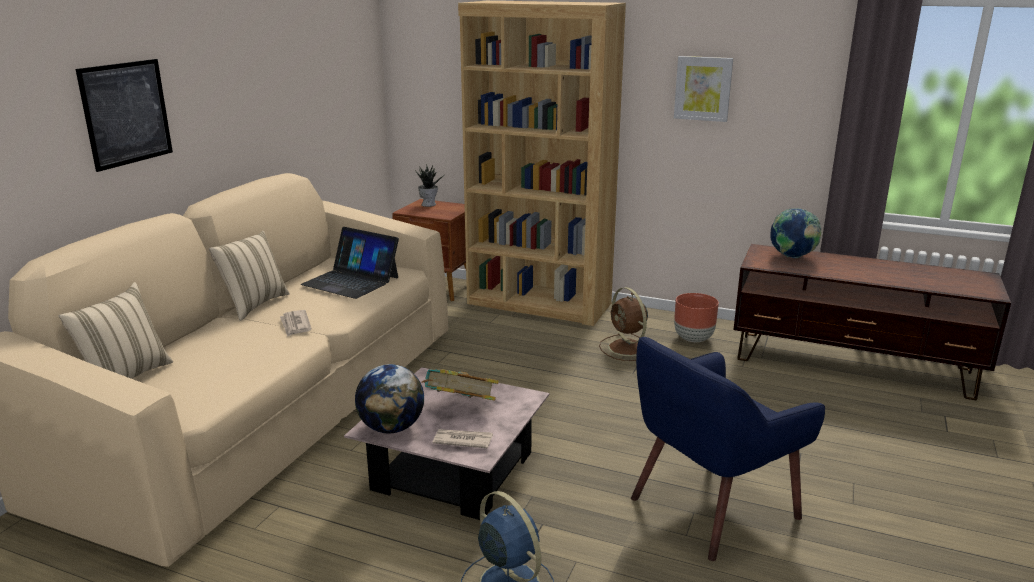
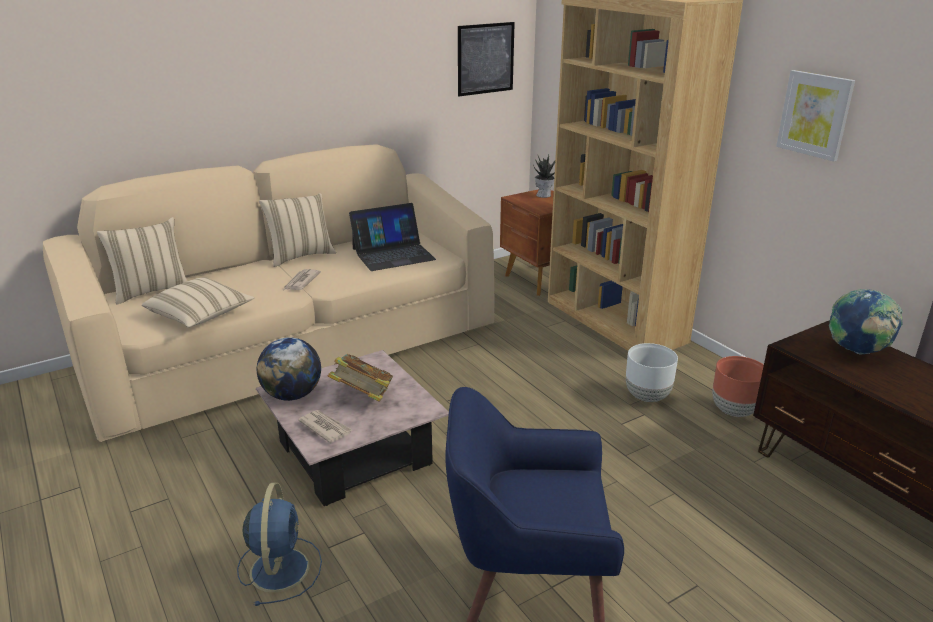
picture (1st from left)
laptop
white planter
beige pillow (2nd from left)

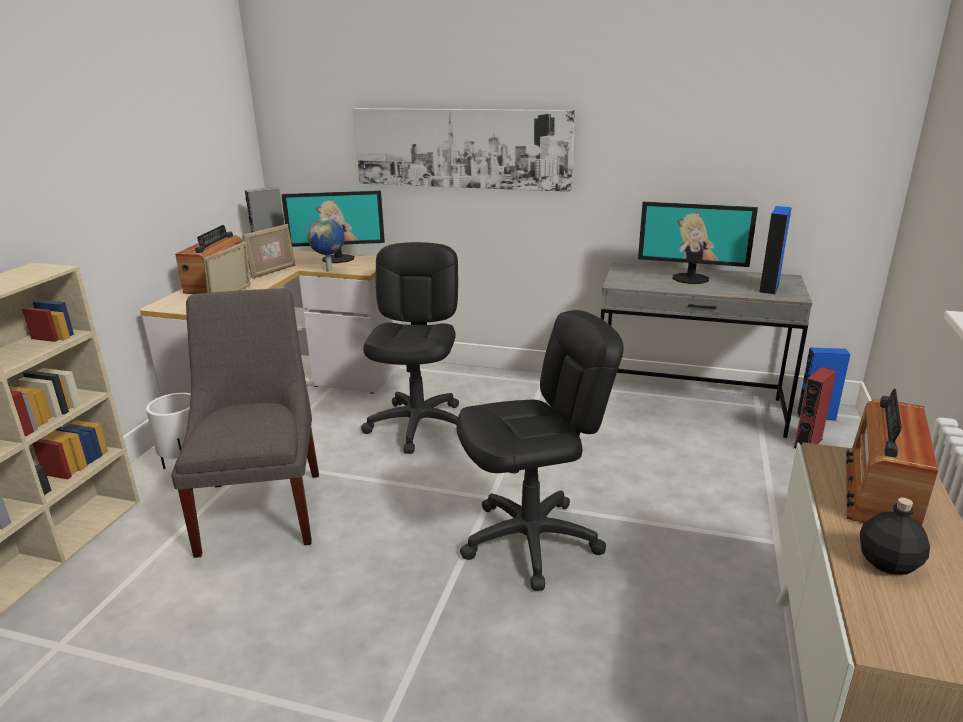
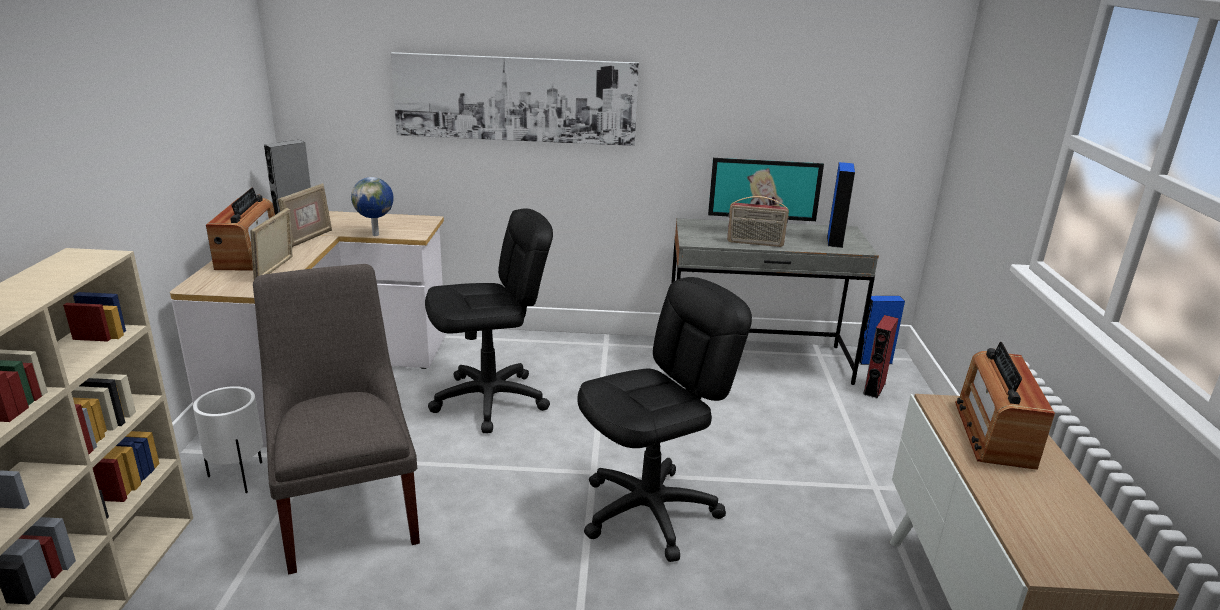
monitor (1st from left in the first image)
black office chair (1st from left)
black bottle
radio (2nd from left)

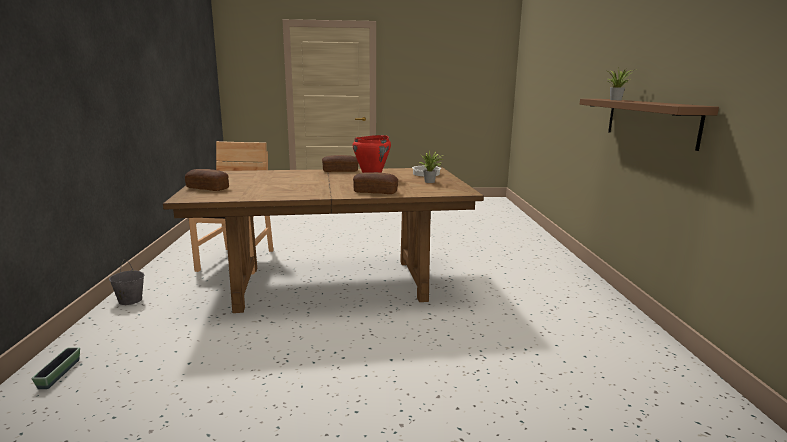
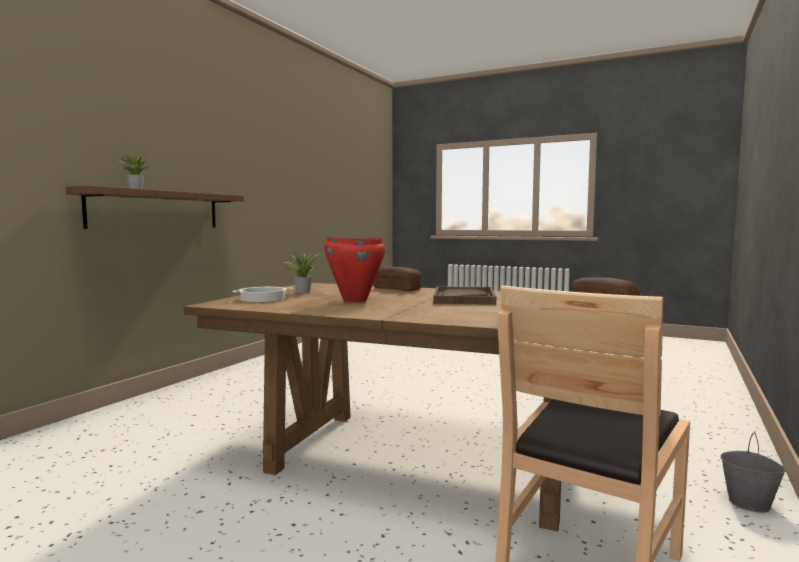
bread (2nd from left in the first image)
planter
brown tray

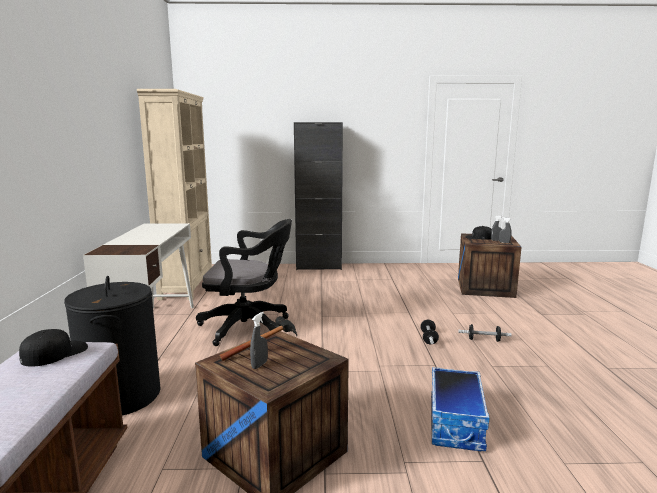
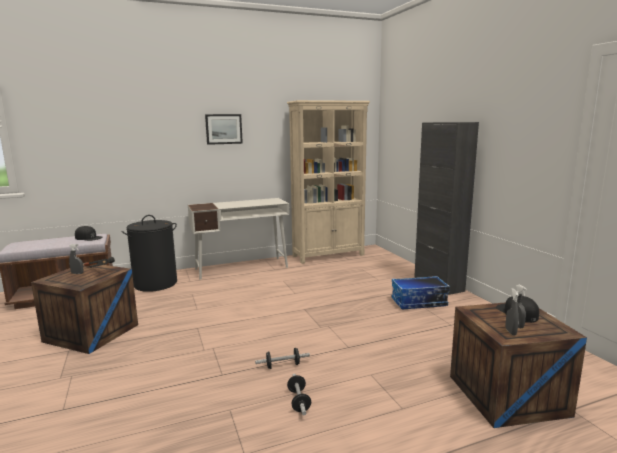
black office chair
storage box
picture

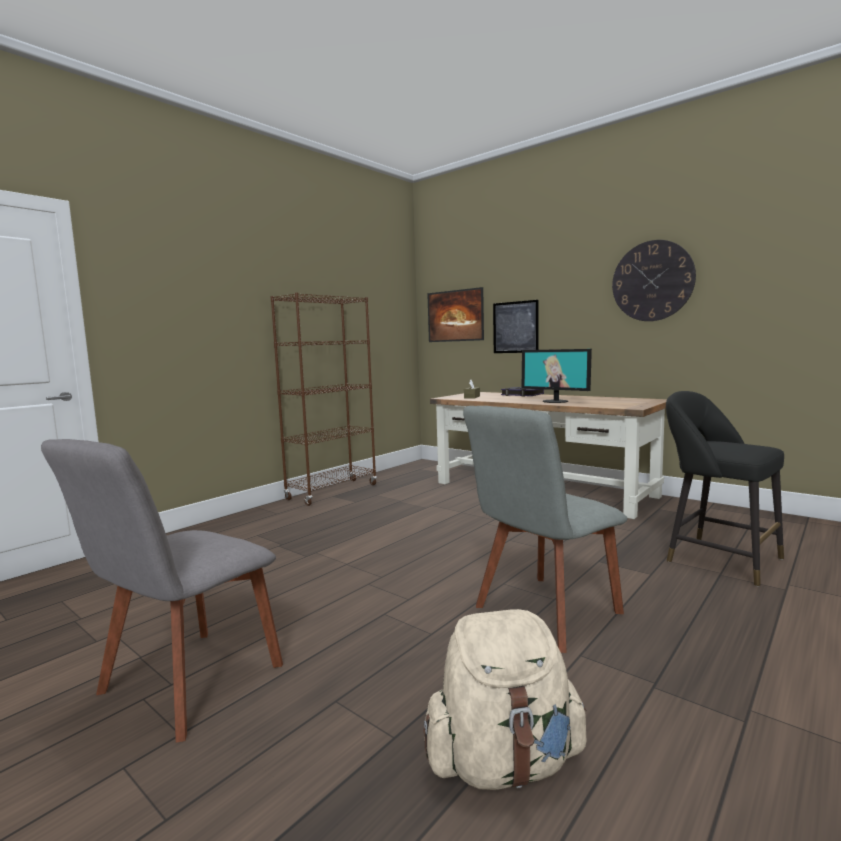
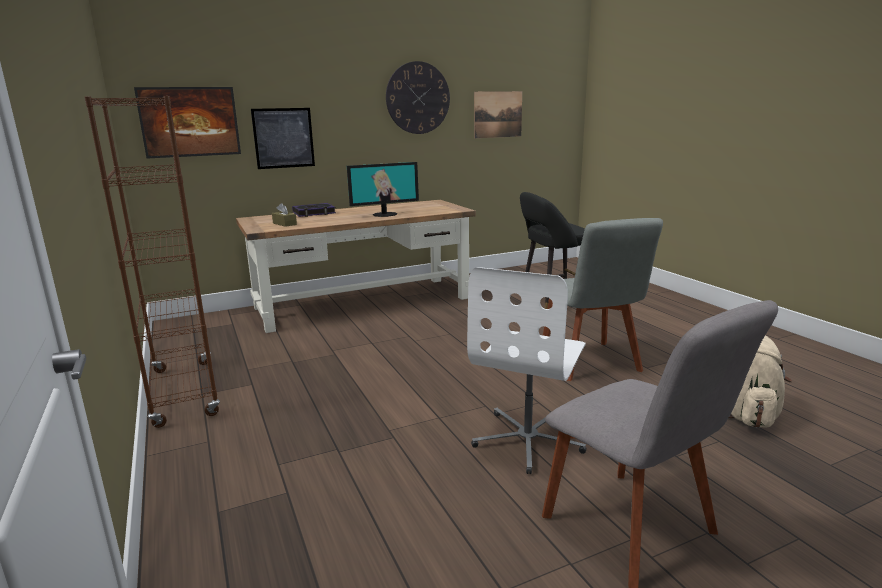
picture (3rd from left)
white office chair

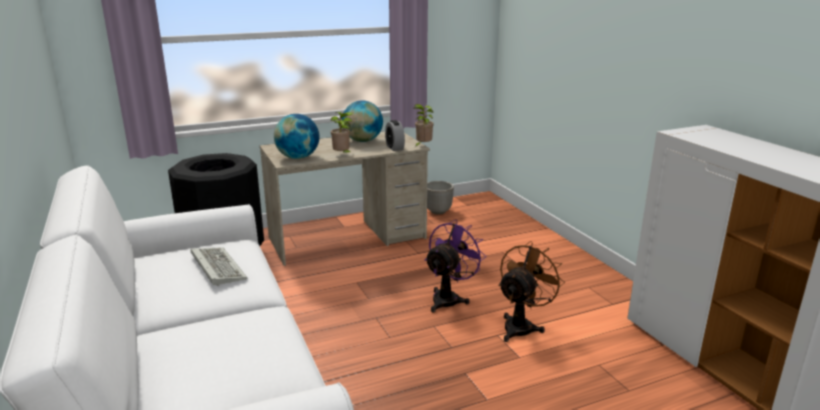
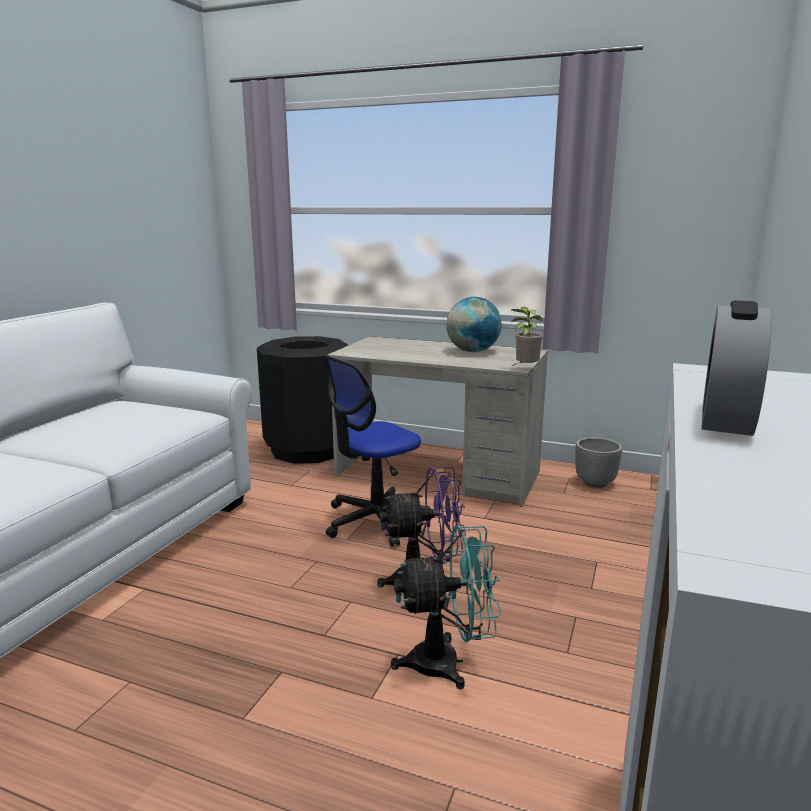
potted plant (1st from left in the first image)
globe (1st from left in the first image)
alarm clock
turquoise fan
keyboard
office chair

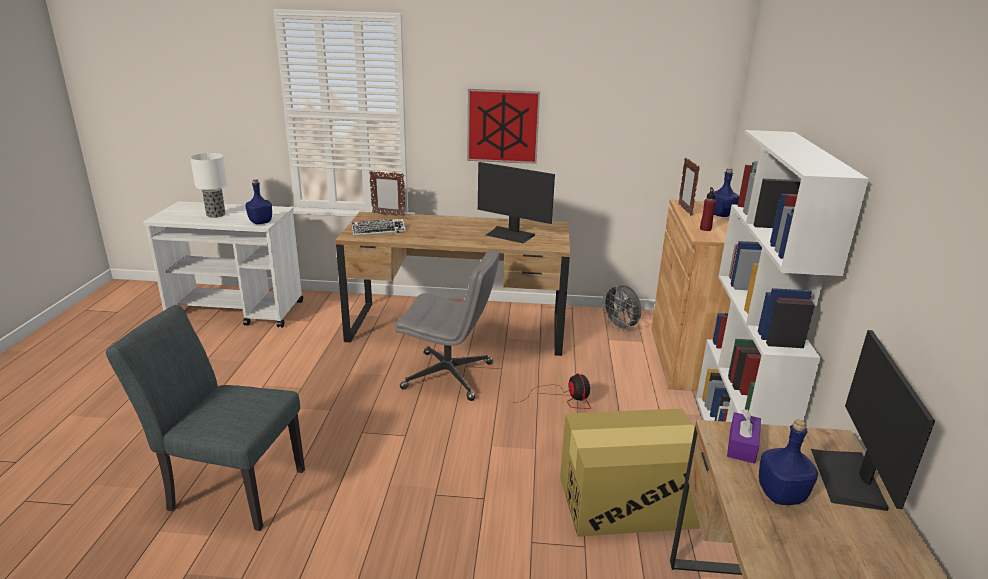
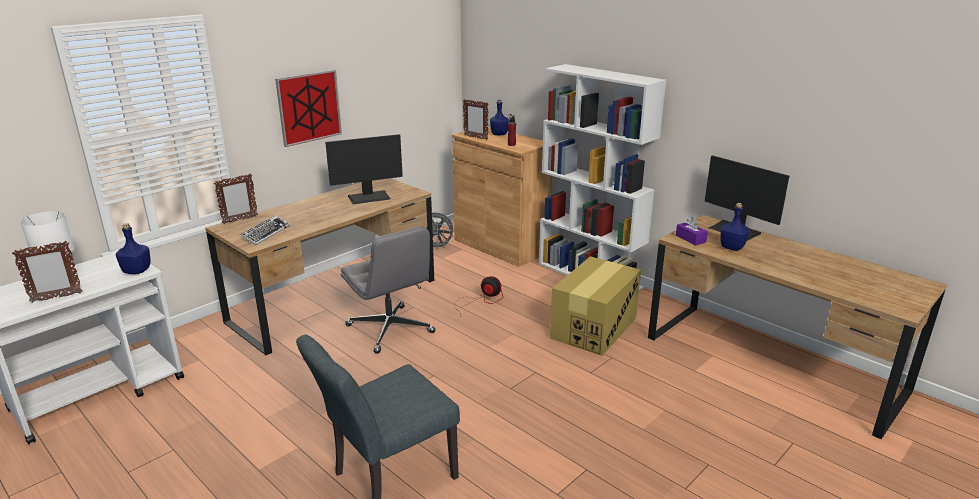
grey office chair
picture frame (1st from left)

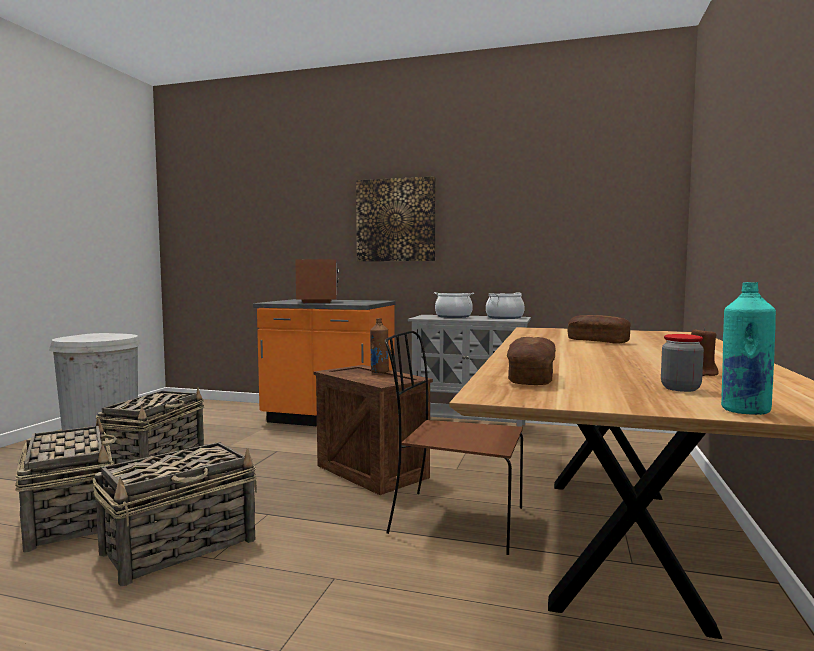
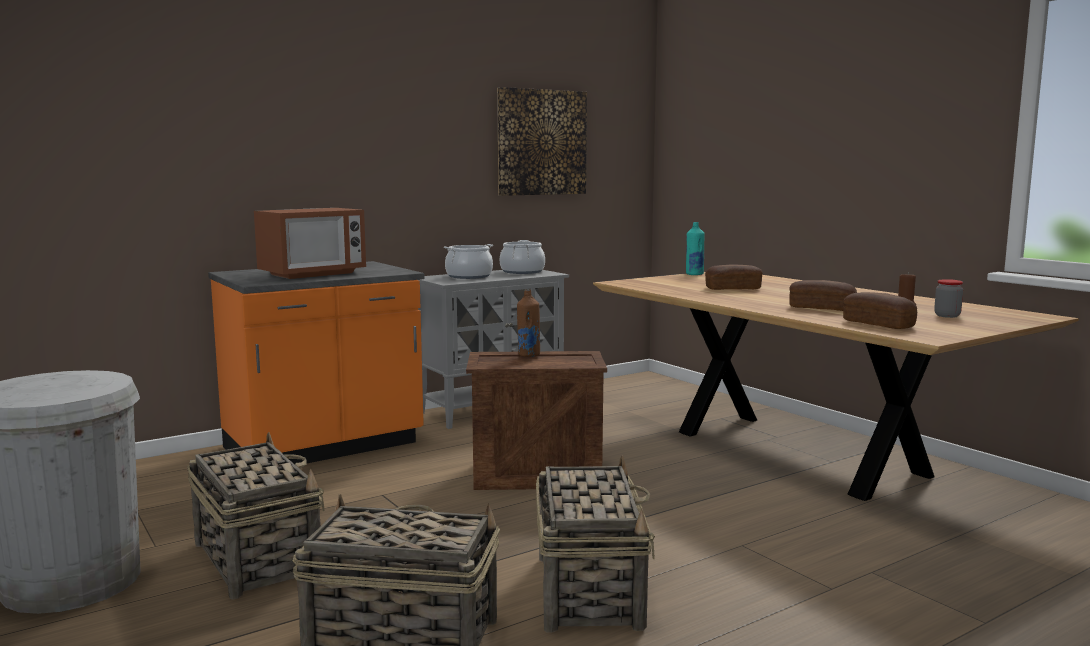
picture
microwave
turquoise bottle
brown chair
bread (2nd from left)

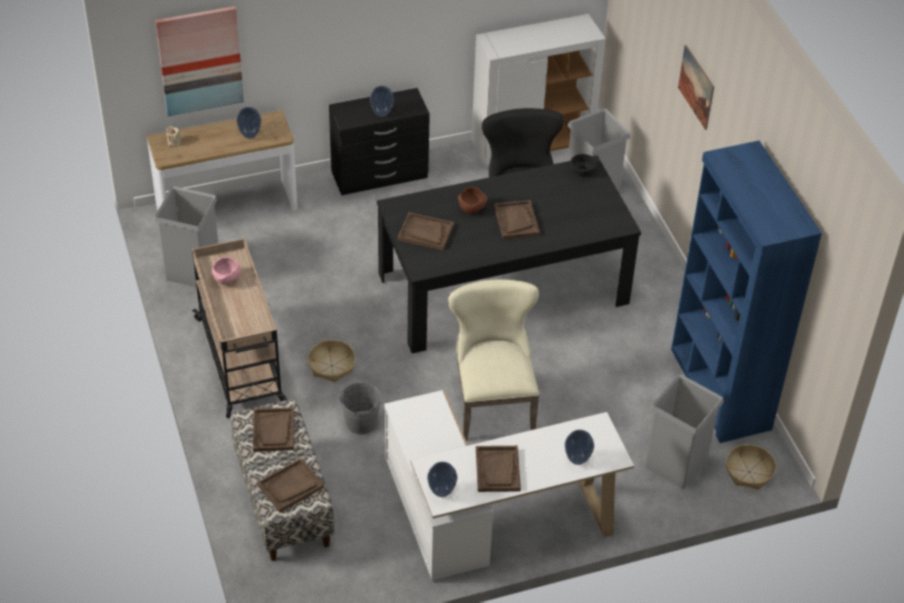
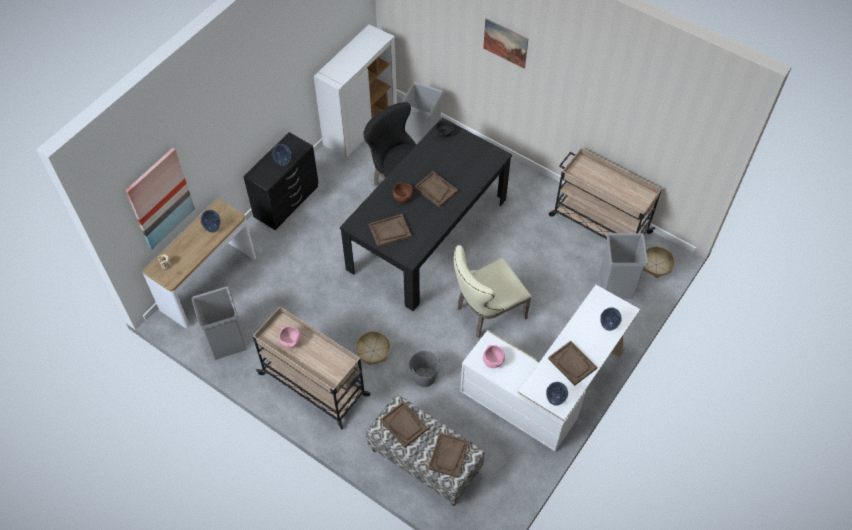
beige cart (2nd from left)
beige chair
pink bowl (2nd from left)

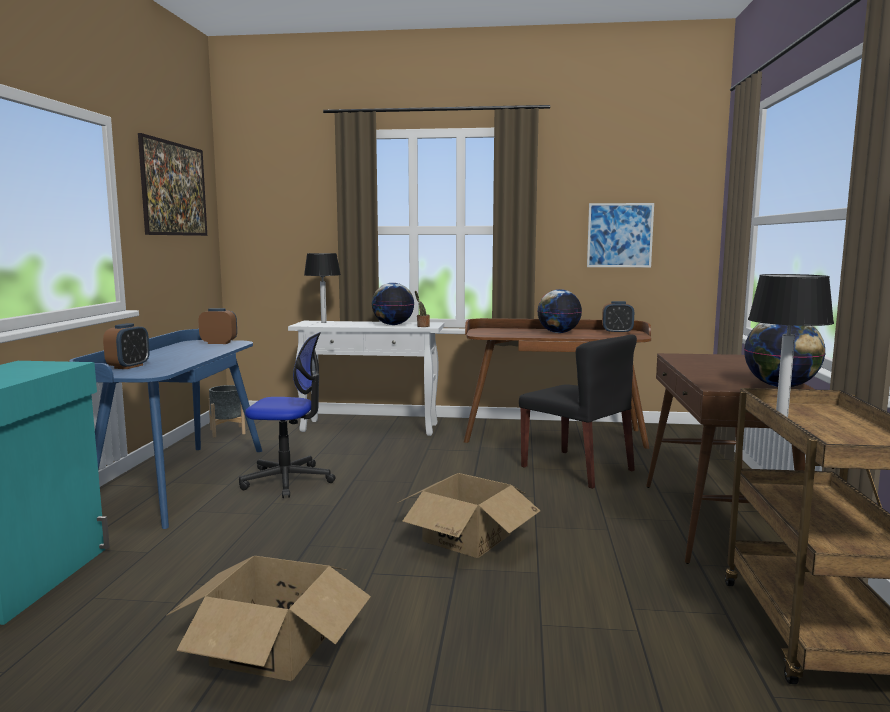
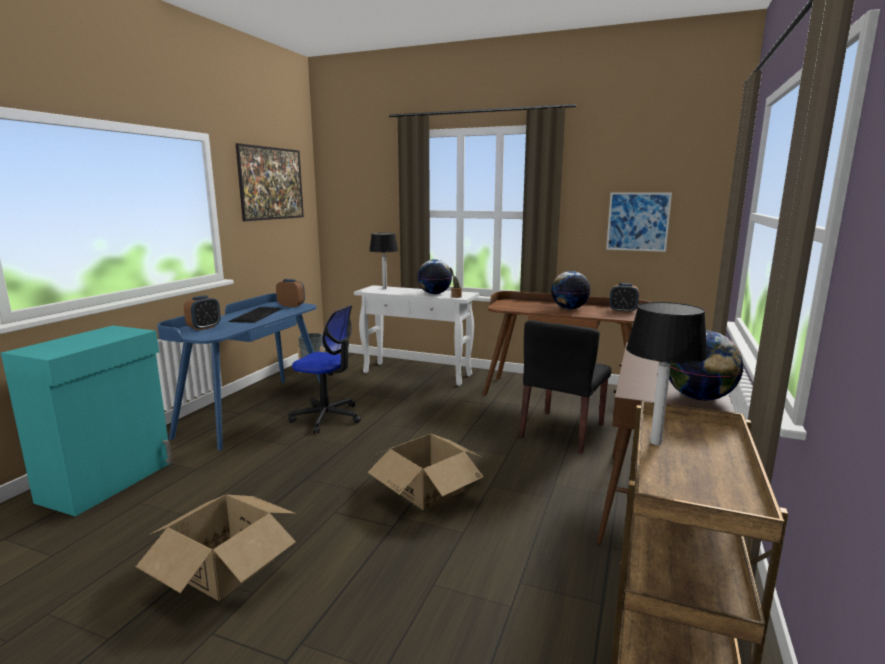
black chair
keyboard

